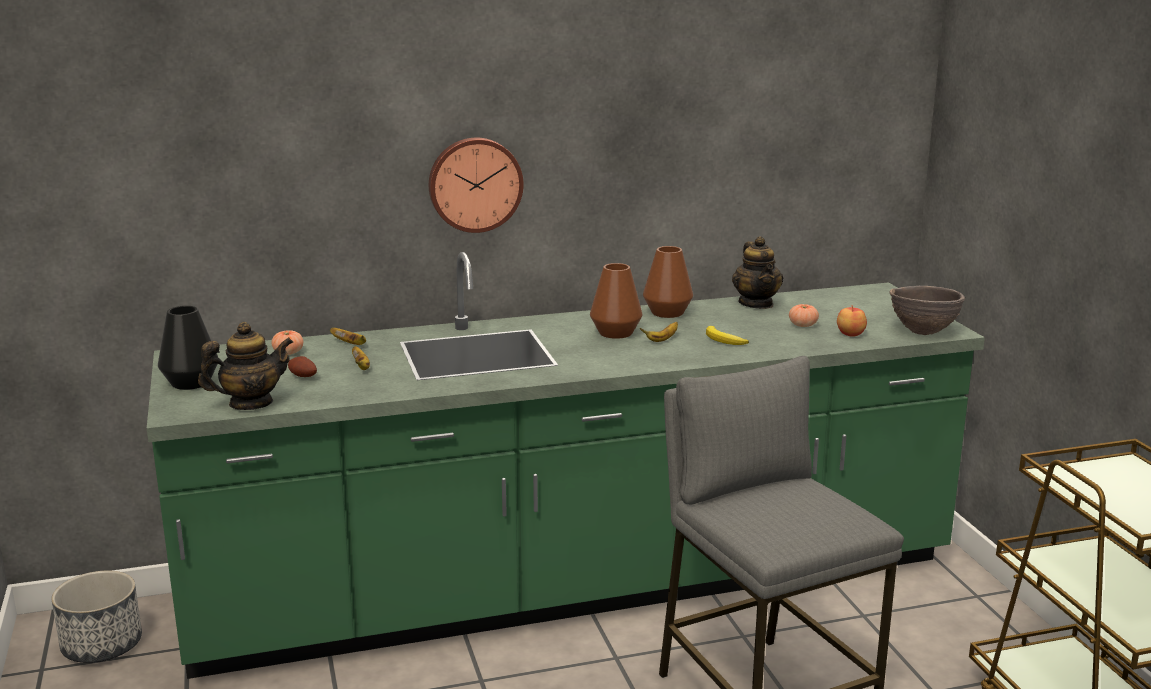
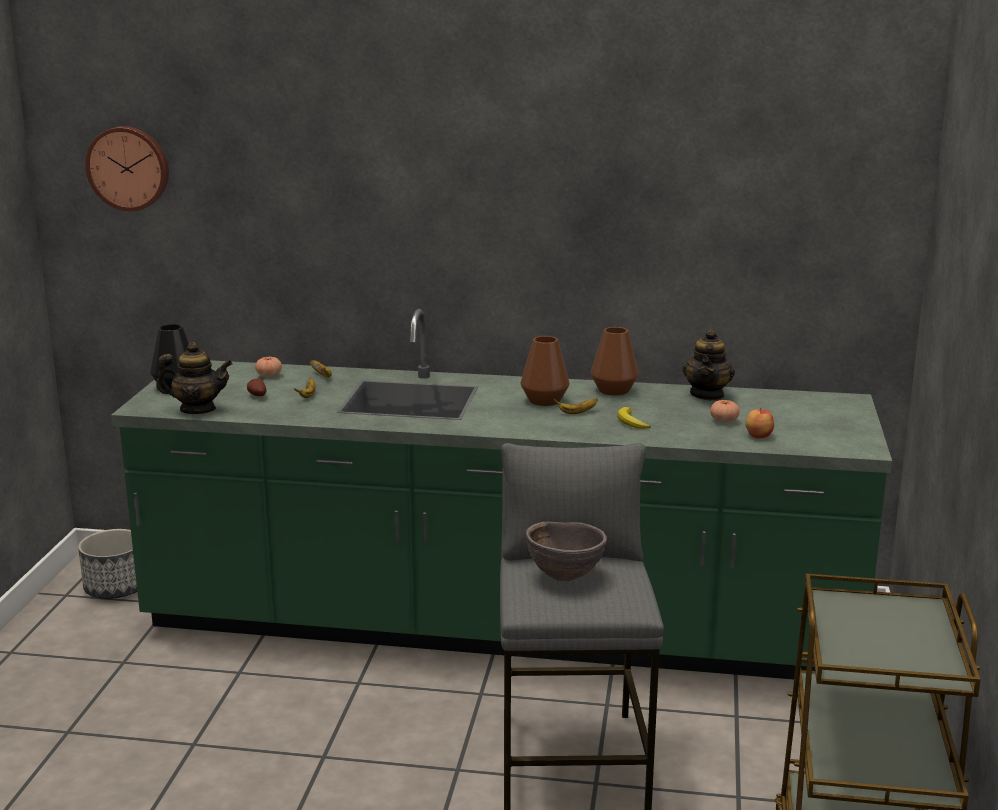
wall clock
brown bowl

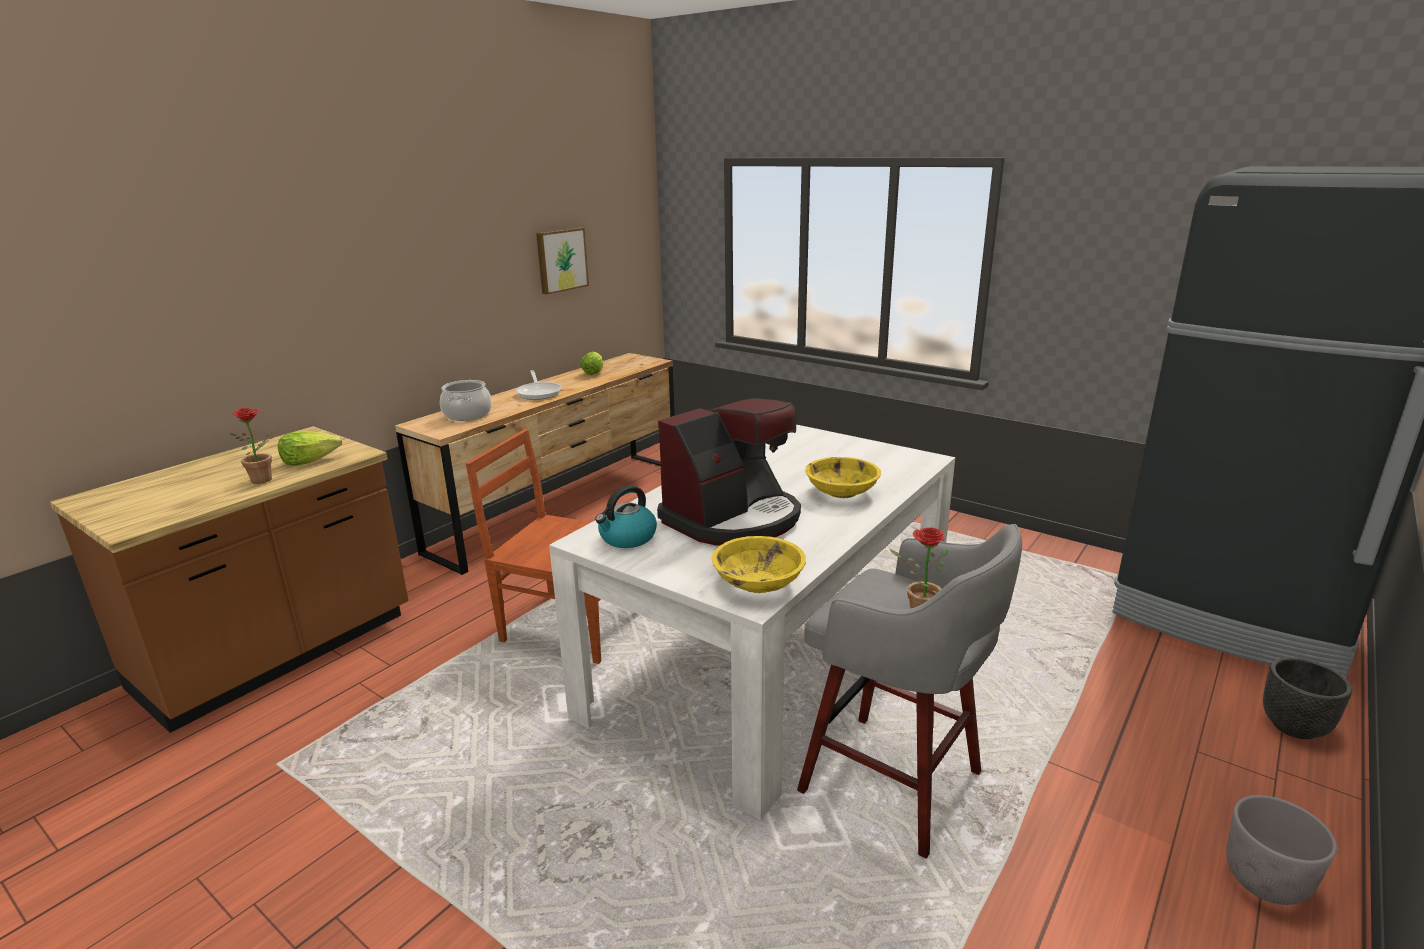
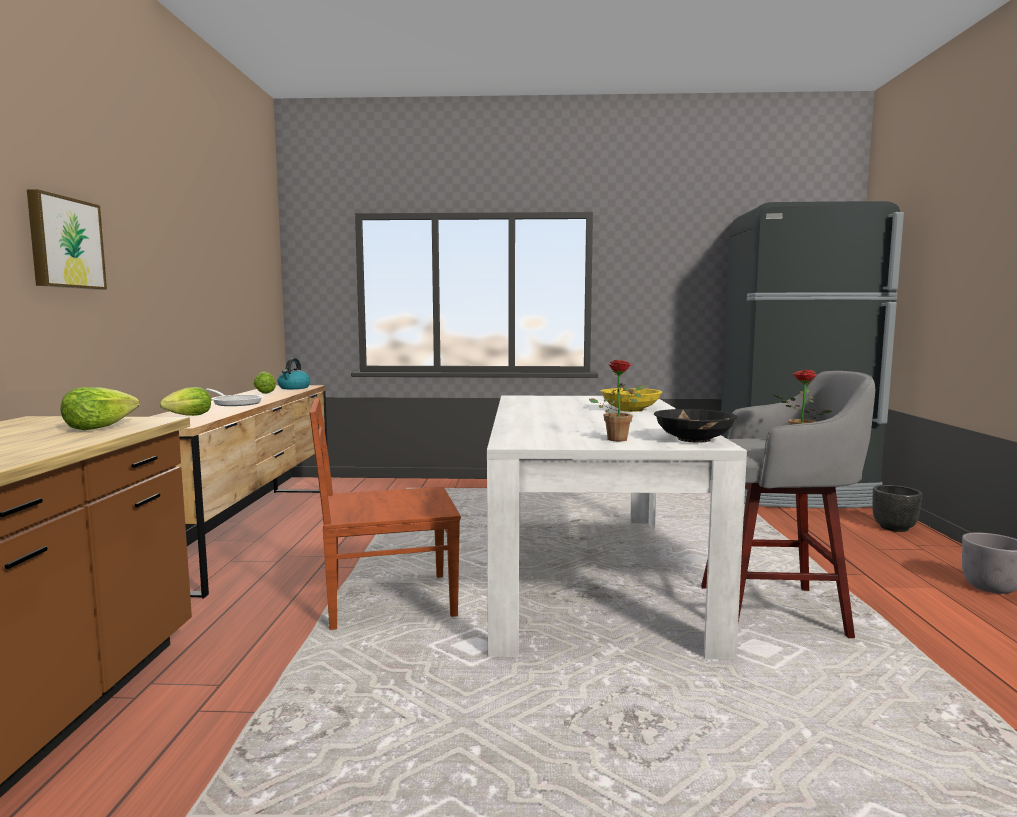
picture
lettuce (2nd from left)
coffee machine
potted plant (1st from left)
kettle
black bowl

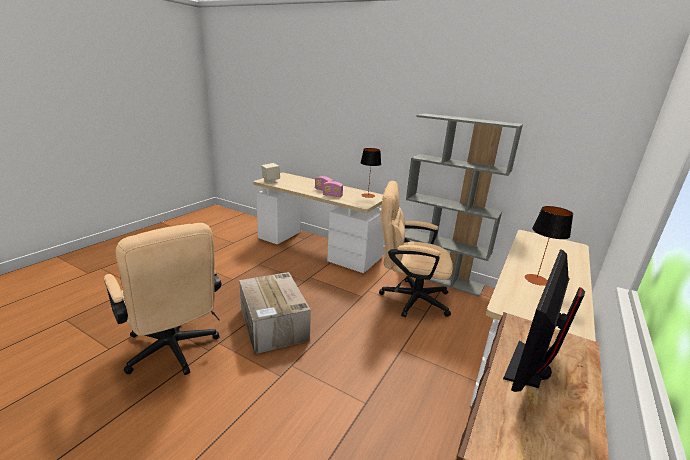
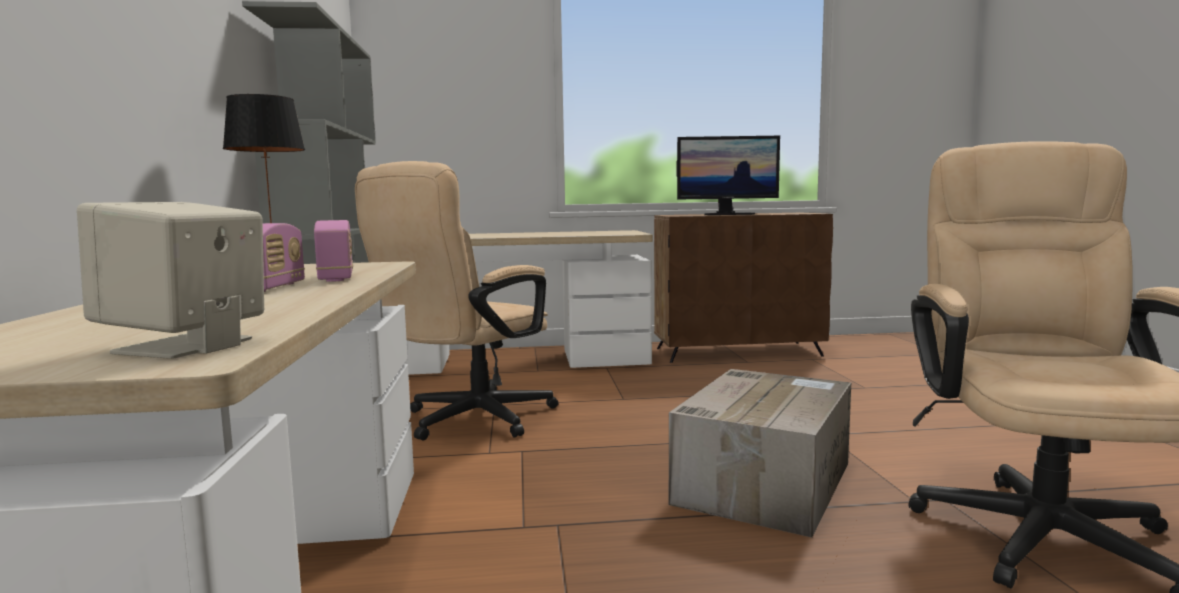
beige office chair (1st from left)
table lamp (2nd from left in the first image)

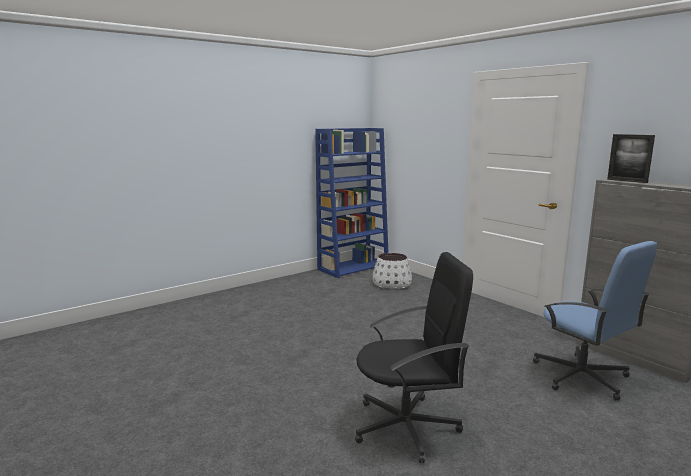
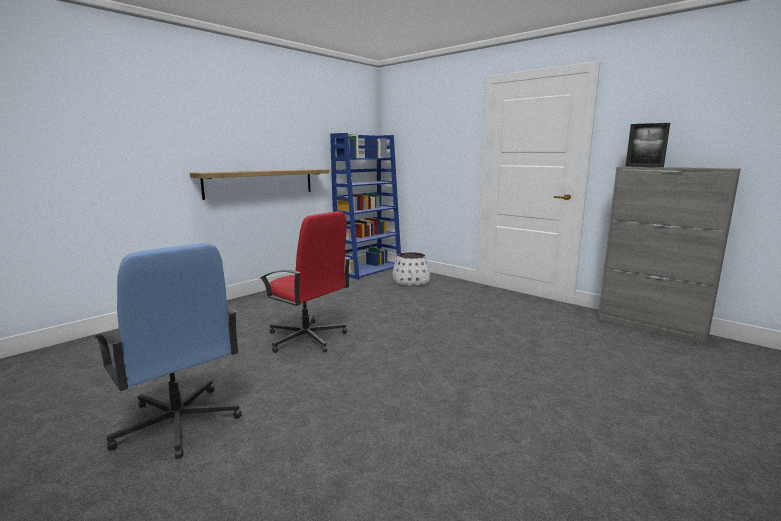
blue office chair
black office chair
shelf
red office chair

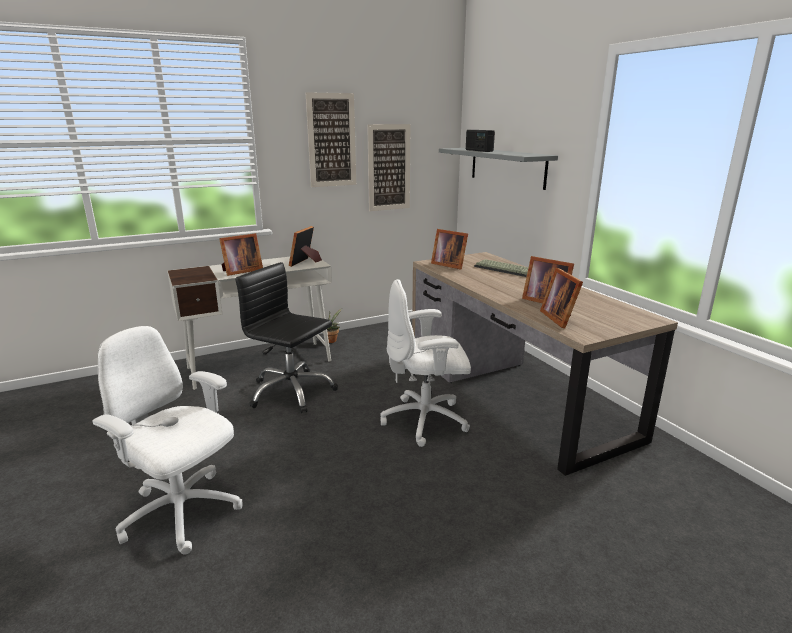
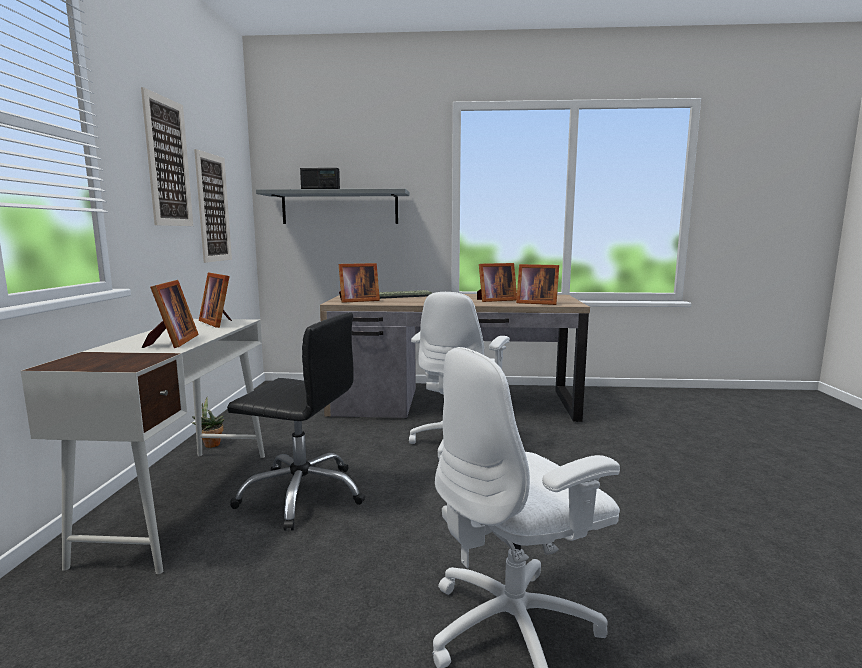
black office chair

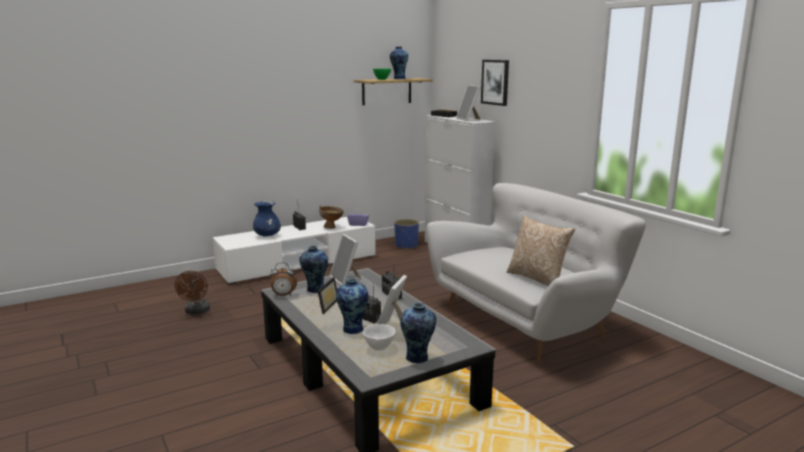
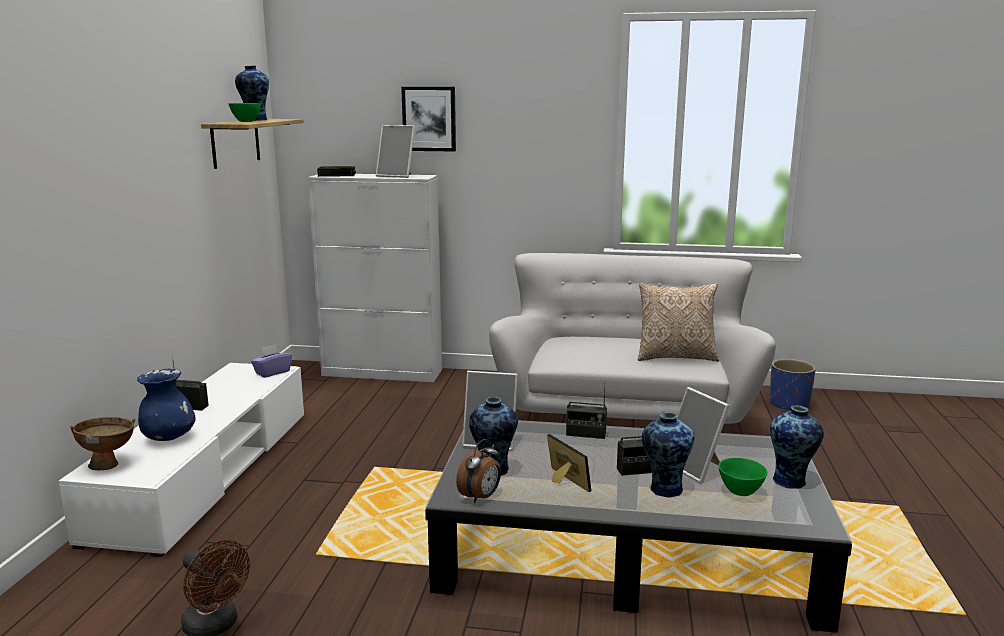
brown bowl
blue planter
green bowl (2nd from left)

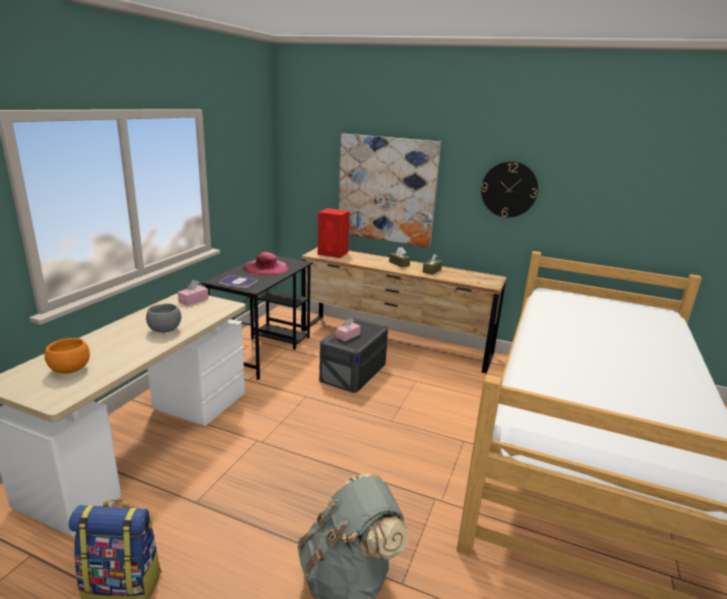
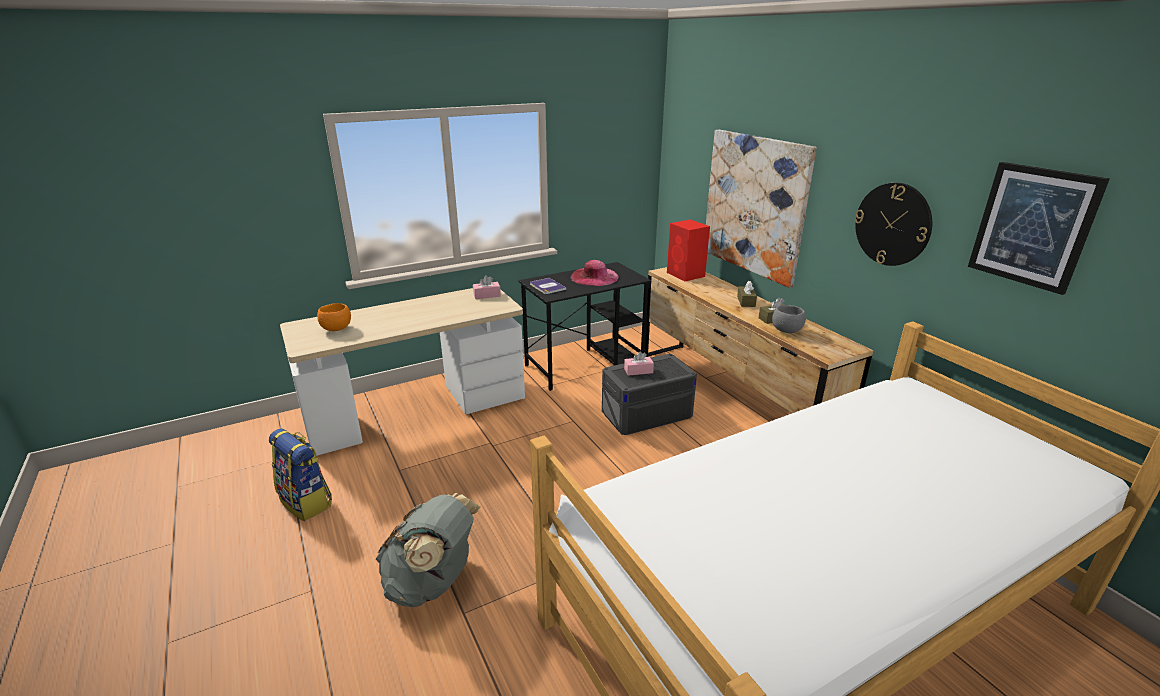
grey bowl
picture (2nd from left)

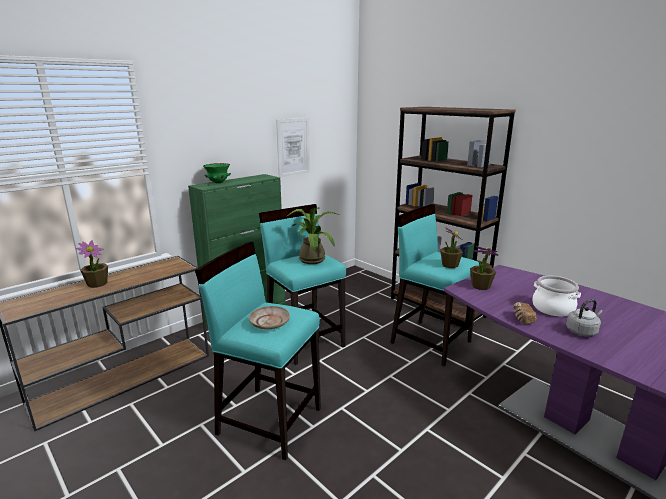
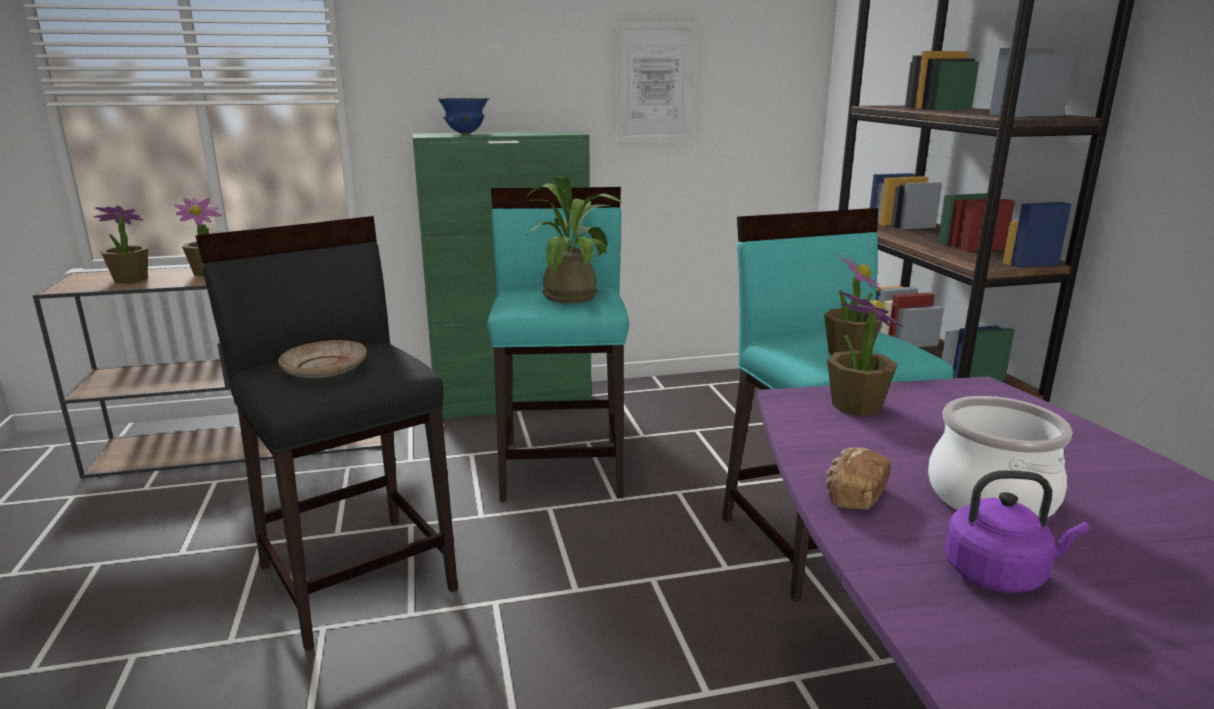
blue bowl
black stool
purple kettle
potted plant (1st from left)

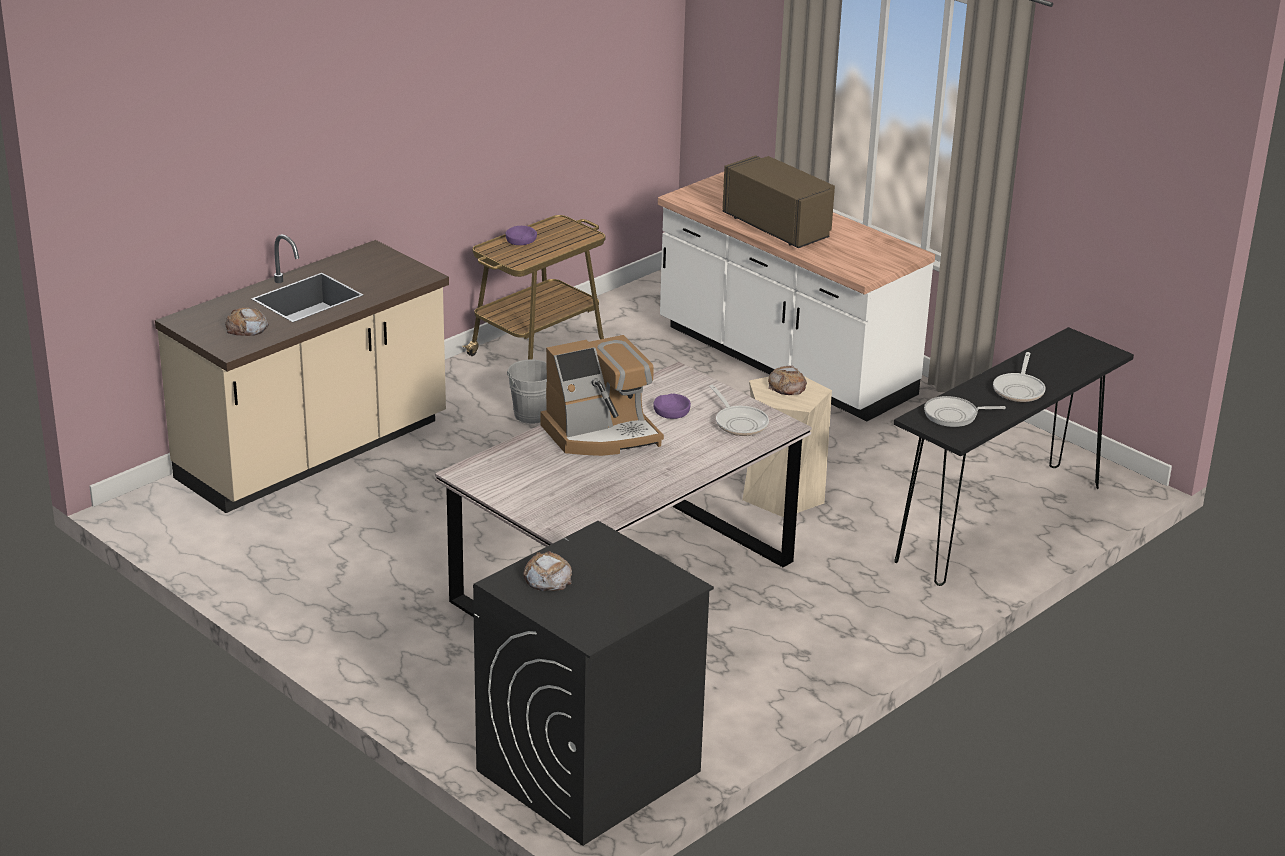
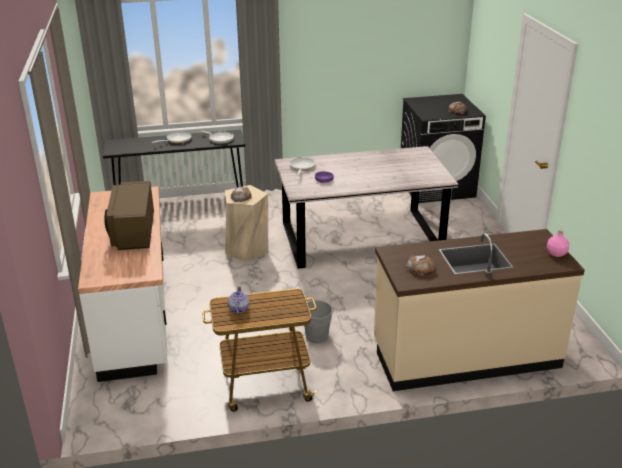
purple bowl (1st from left in the first image)
bread (2nd from left)
coffee machine
pink bottle
teapot

